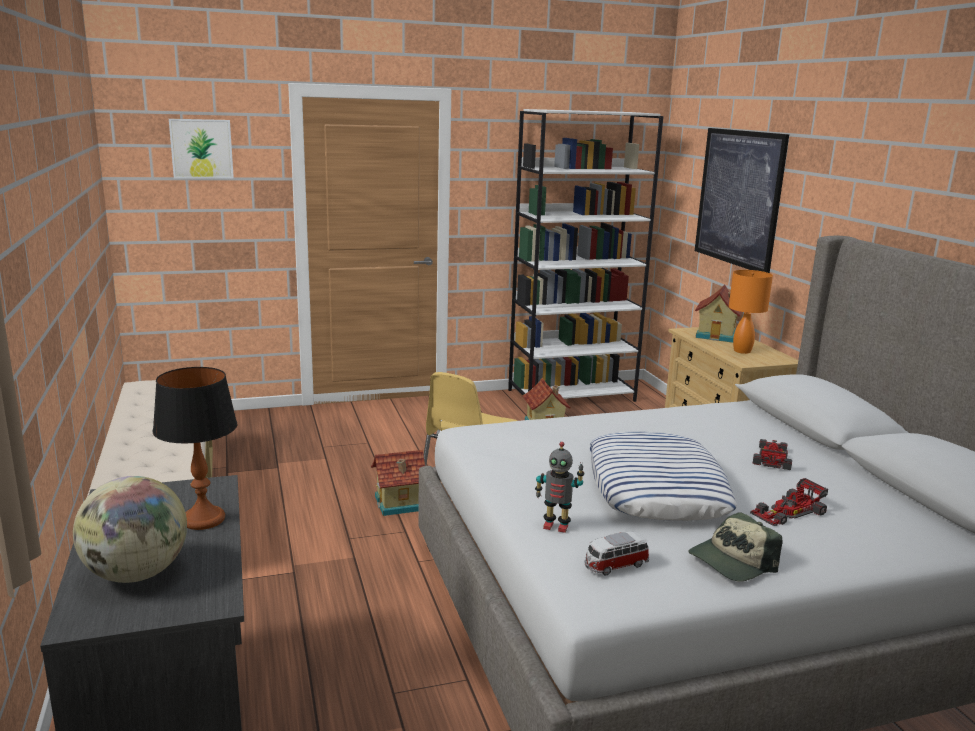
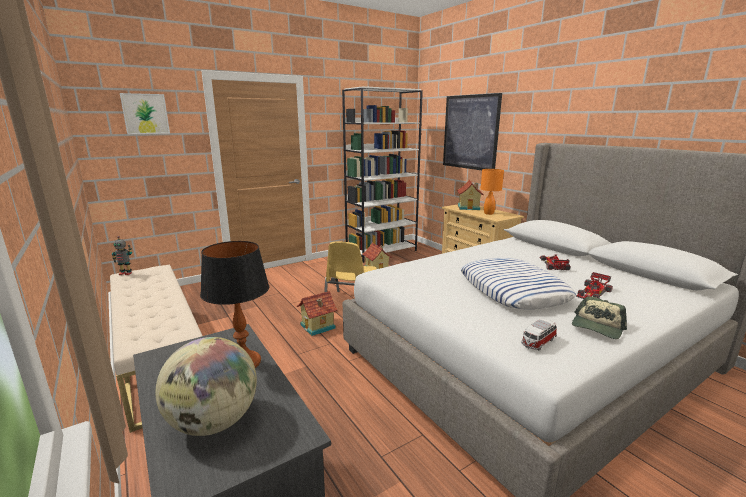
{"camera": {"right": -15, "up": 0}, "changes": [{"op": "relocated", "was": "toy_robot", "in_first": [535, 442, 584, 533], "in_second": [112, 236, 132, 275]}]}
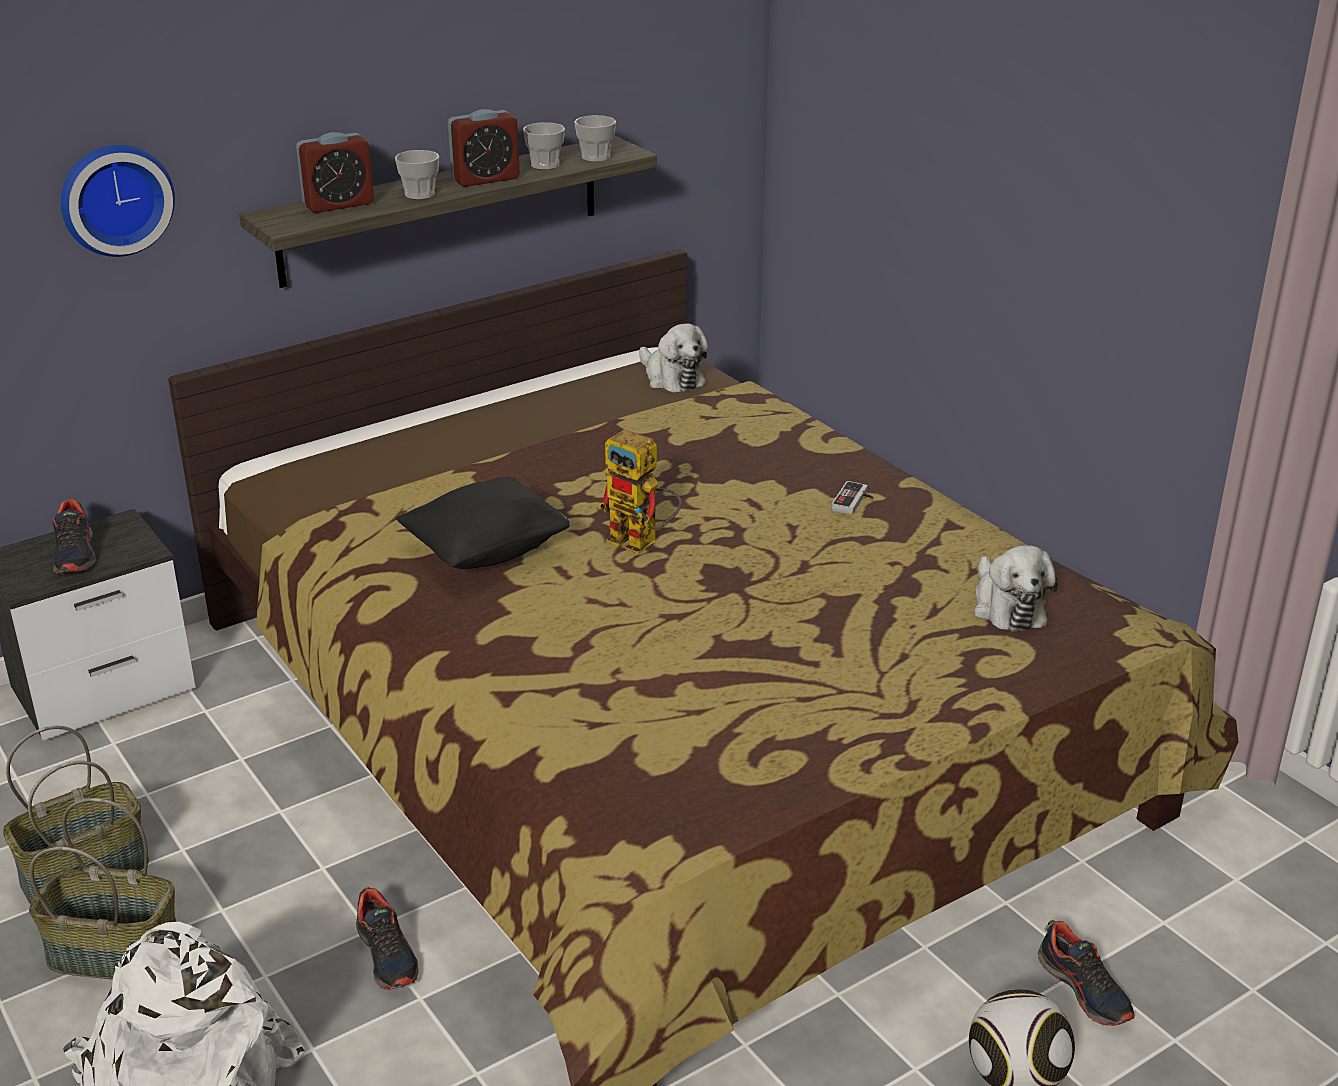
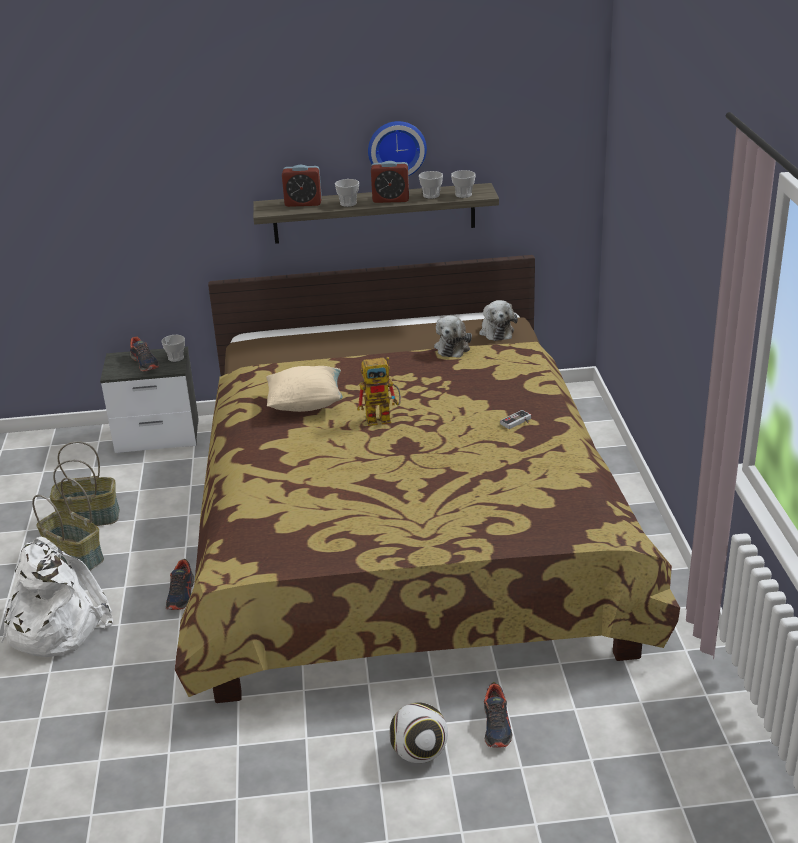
{"camera": {"right": 30, "up": 0}, "changes": [{"op": "appeared", "now": "cup", "in_second": [162, 335, 185, 362]}, {"op": "relocated", "was": "wall_clock", "in_first": [61, 145, 175, 257], "in_second": [368, 121, 427, 176]}, {"op": "relocated", "was": "plush_toy", "in_first": [973, 545, 1058, 632], "in_second": [434, 316, 472, 358]}, {"op": "colour", "was": "black_pillow", "now": "beige_pillow", "in_first": [396, 476, 572, 569], "in_second": [266, 366, 343, 412]}, {"op": "spun", "was": "shoe", "in_first": [52, 499, 96, 574], "in_second": [130, 336, 159, 372], "clockwise": -45}, {"op": "spun", "was": "toy_robot", "in_first": [598, 429, 682, 554], "in_second": [357, 357, 401, 426], "clockwise": -75}]}
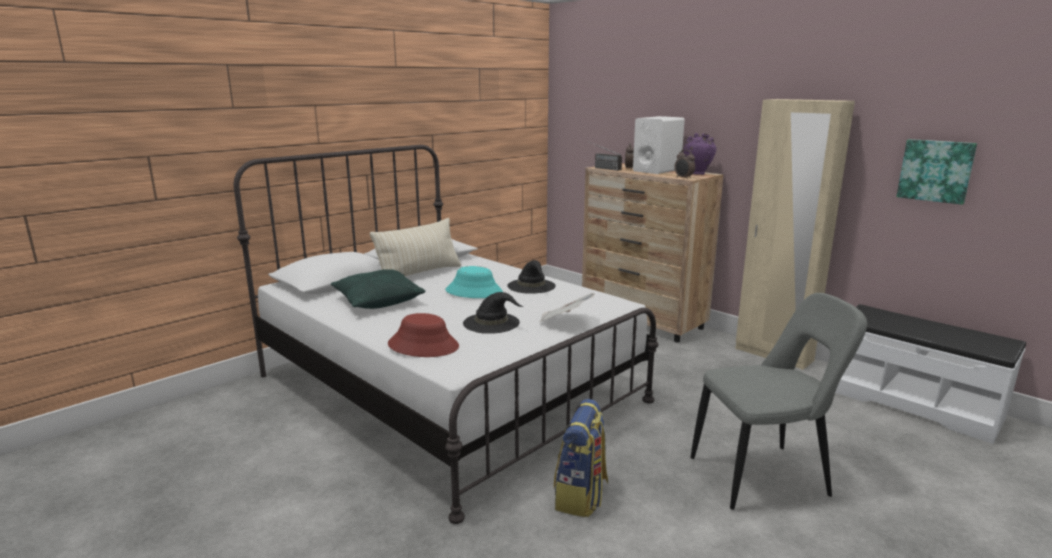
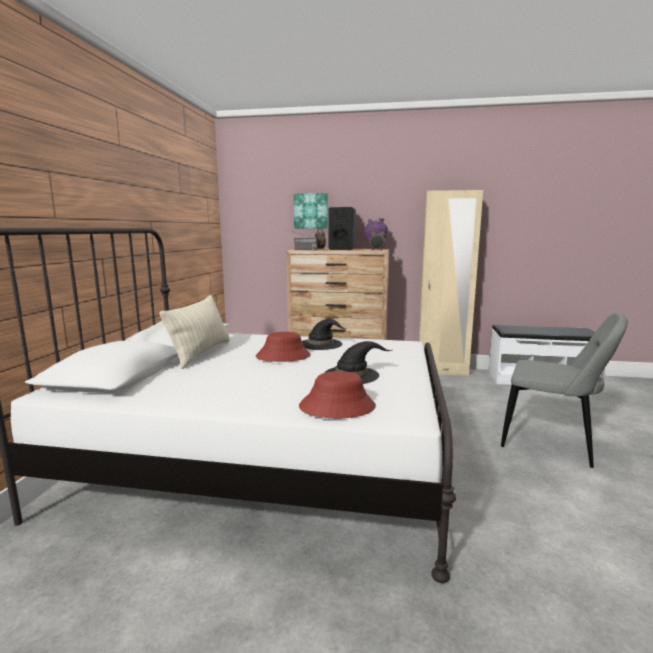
{"camera": {"right": -35, "up": -5}, "changes": [{"op": "missing", "was": "green_pillow", "in_first": [331, 269, 425, 309]}, {"op": "missing", "was": "newspaper", "in_first": [540, 292, 595, 322]}, {"op": "missing", "was": "backpack", "in_first": [554, 399, 608, 518]}, {"op": "relocated", "was": "picture", "in_first": [897, 139, 977, 205], "in_second": [294, 193, 328, 228]}, {"op": "colour", "was": "turquoise_hat", "now": "red_hat", "in_first": [445, 266, 503, 298], "in_second": [256, 332, 311, 362]}, {"op": "colour", "was": "white_speaker", "now": "black_speaker", "in_first": [633, 116, 685, 174], "in_second": [328, 207, 356, 250]}, {"op": "spun", "was": "grey_chair", "in_first": [691, 293, 867, 510], "in_second": [501, 313, 628, 468], "clockwise": 75}]}
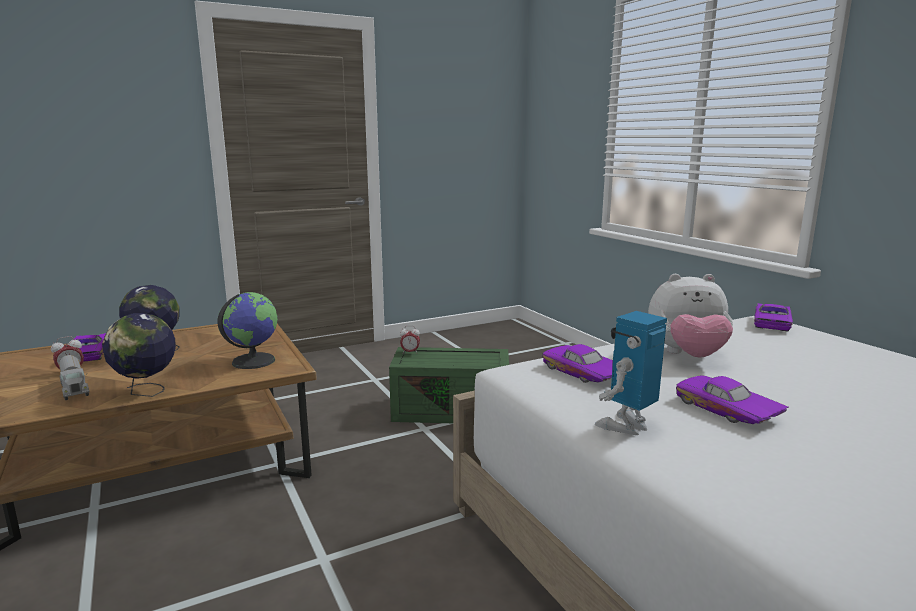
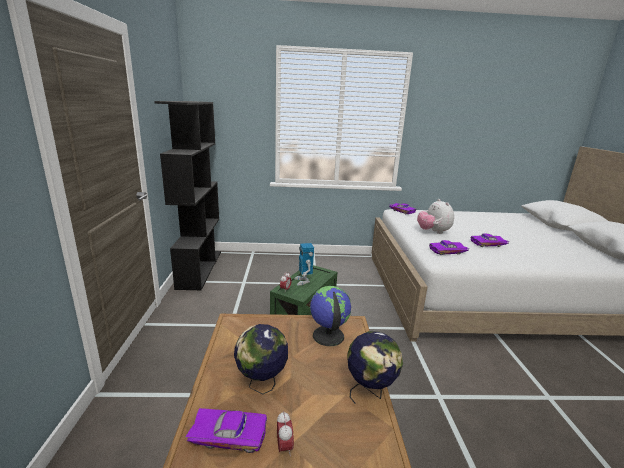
{"camera": {"right": -65, "up": 5}, "changes": [{"op": "missing", "was": "toy_truck", "in_first": [59, 355, 89, 400]}, {"op": "appeared", "now": "black_bookcase", "in_second": [154, 101, 221, 290]}, {"op": "relocated", "was": "toy_robot", "in_first": [595, 311, 667, 435], "in_second": [294, 243, 314, 285]}, {"op": "spun", "was": "plush_toy", "in_first": [648, 274, 733, 358], "in_second": [417, 199, 454, 234], "clockwise": 135}]}
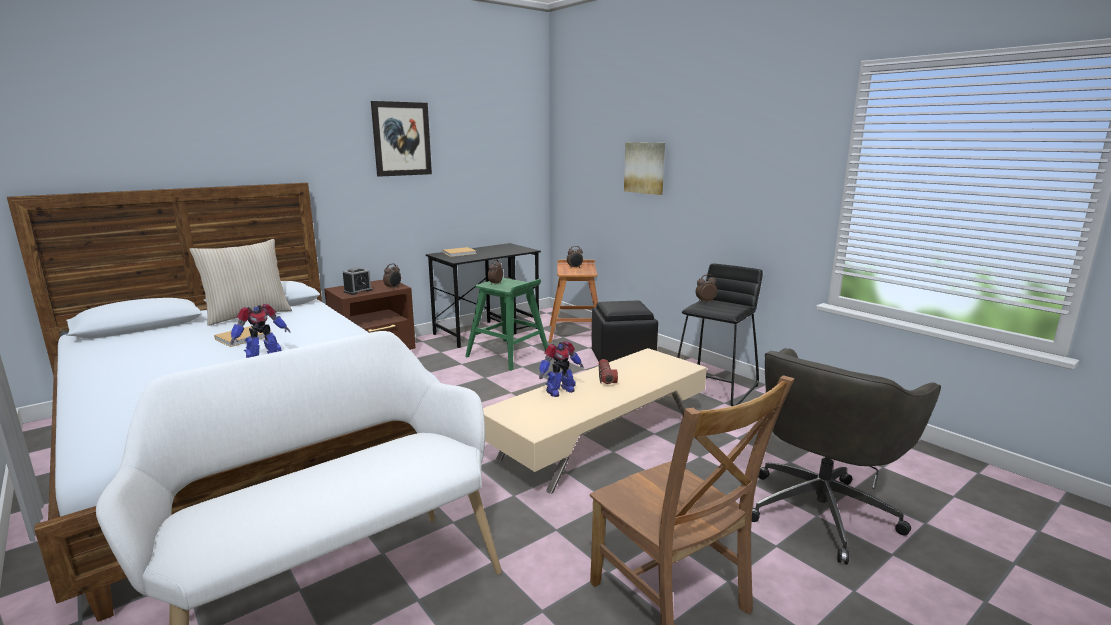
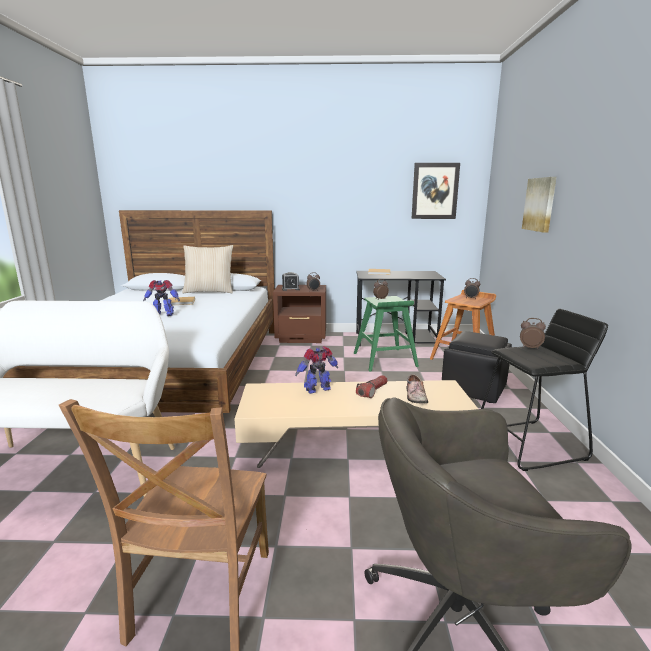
{"camera": {"right": 40, "up": 0}, "changes": [{"op": "appeared", "now": "shoe", "in_second": [407, 374, 428, 404]}, {"op": "relocated", "was": "picture", "in_first": [371, 101, 432, 177], "in_second": [412, 163, 460, 219]}, {"op": "spun", "was": "toy_robot", "in_first": [539, 341, 584, 397], "in_second": [295, 346, 338, 394], "clockwise": 150}]}
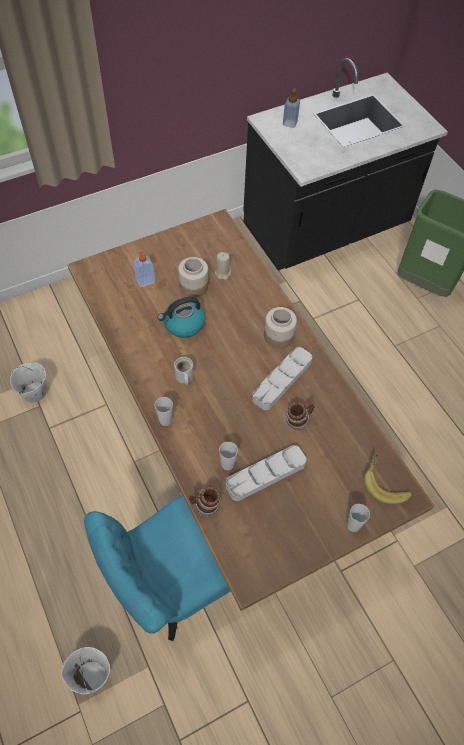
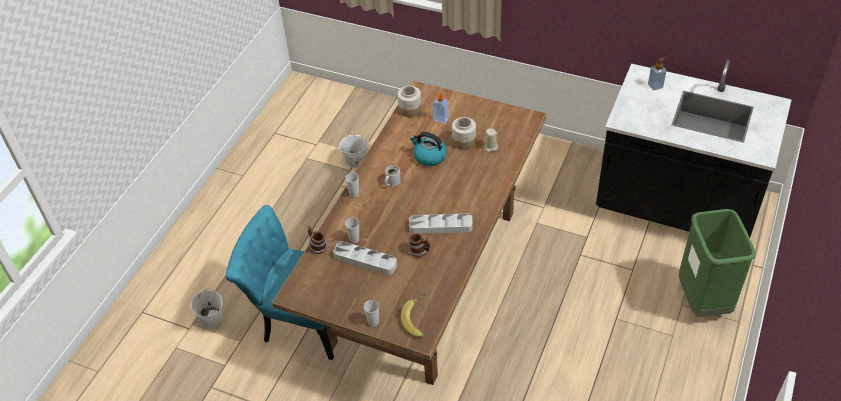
{"camera": {"right": 55, "up": -10}, "changes": [{"op": "relocated", "was": "jar", "in_first": [264, 307, 297, 348], "in_second": [398, 86, 422, 117]}]}
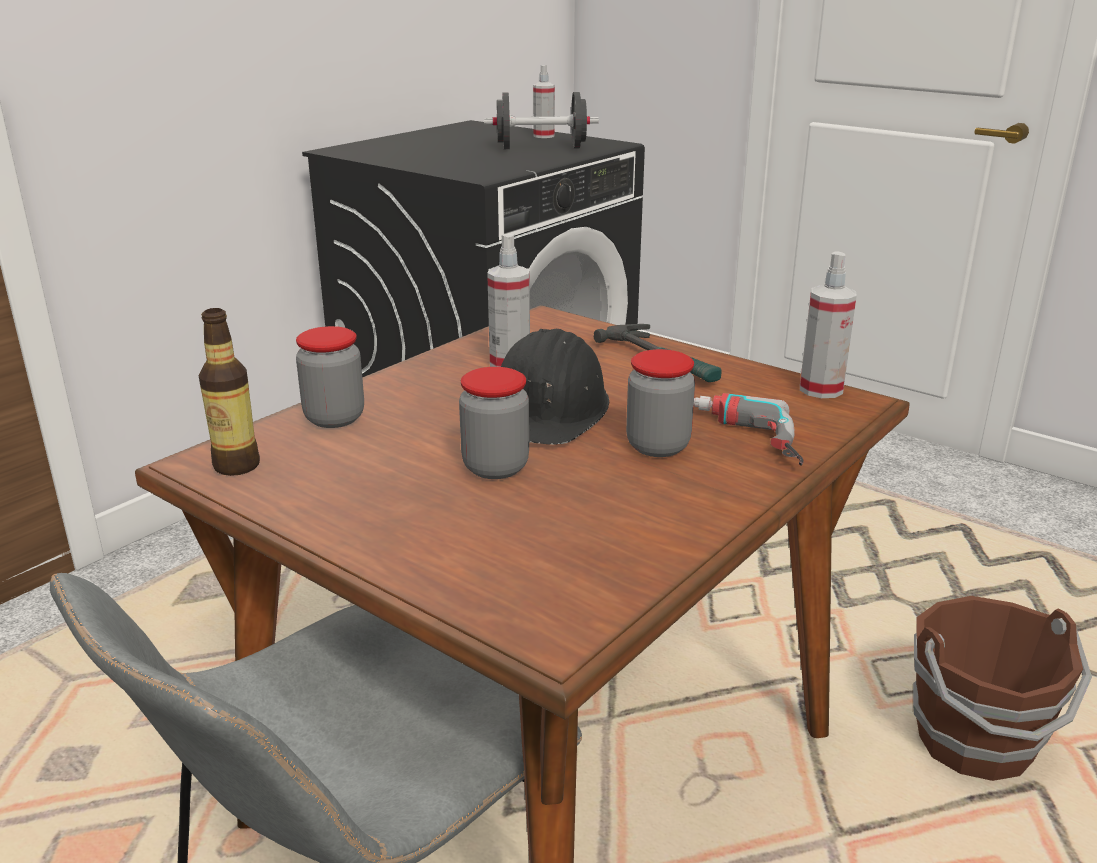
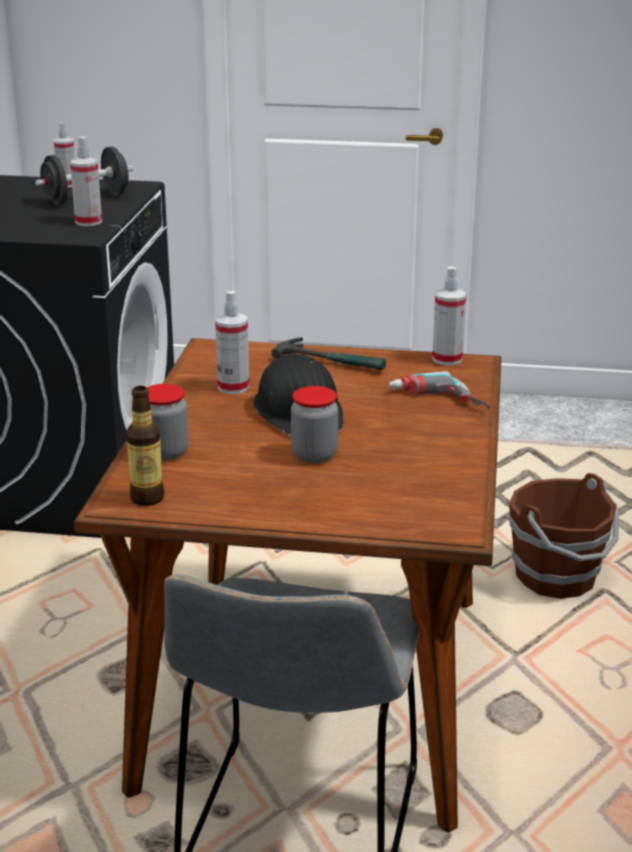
{"camera": {"right": -30, "up": 0}, "changes": [{"op": "missing", "was": "jar", "in_first": [626, 349, 695, 457]}, {"op": "appeared", "now": "spray_bottle", "in_second": [70, 136, 102, 226]}]}
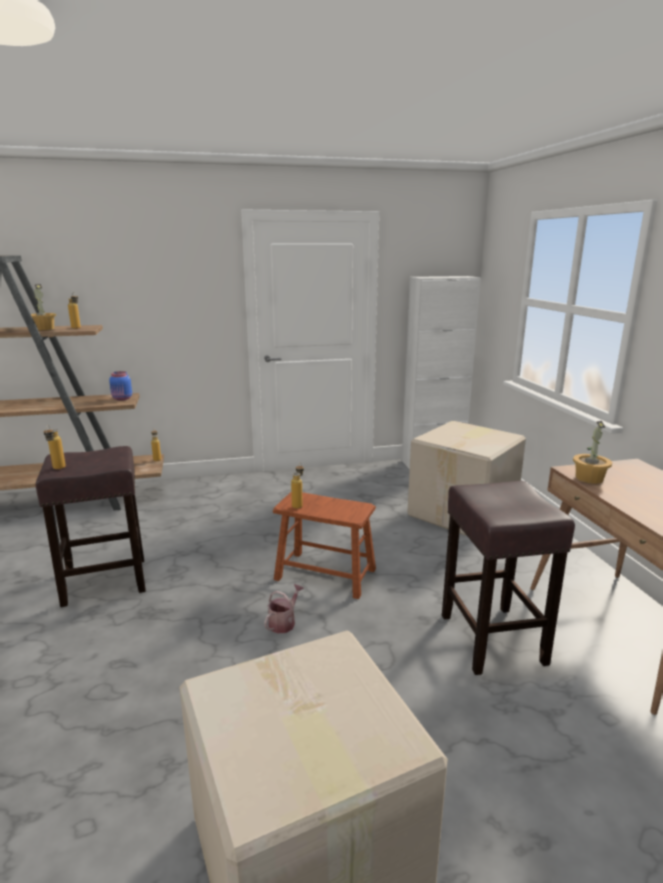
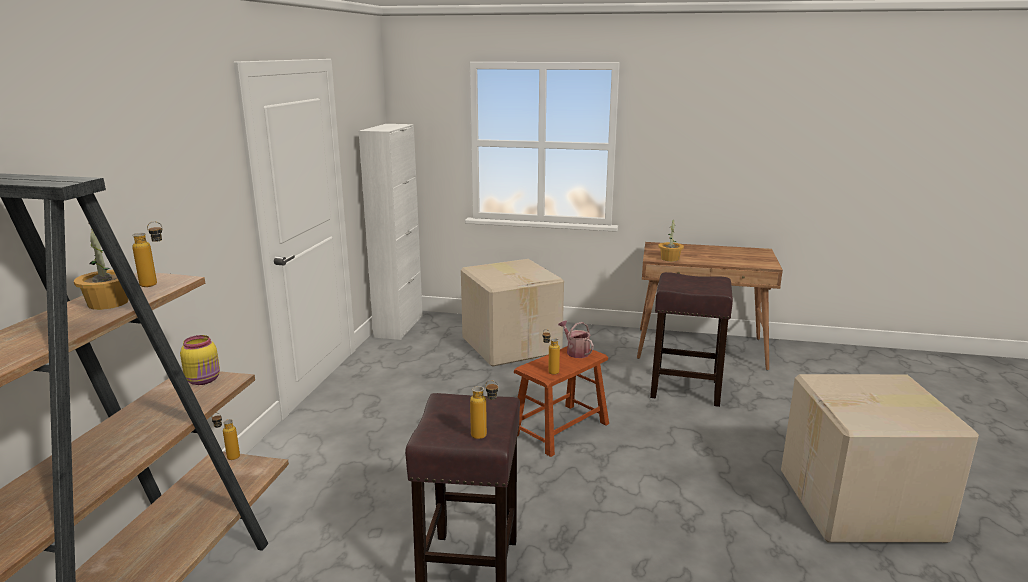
{"camera": {"right": -65, "up": 0}, "changes": [{"op": "relocated", "was": "watering_can", "in_first": [264, 584, 304, 633], "in_second": [558, 320, 594, 358]}, {"op": "colour", "was": "blue_jar", "now": "yellow_jar", "in_first": [109, 371, 132, 401], "in_second": [180, 335, 220, 385]}]}
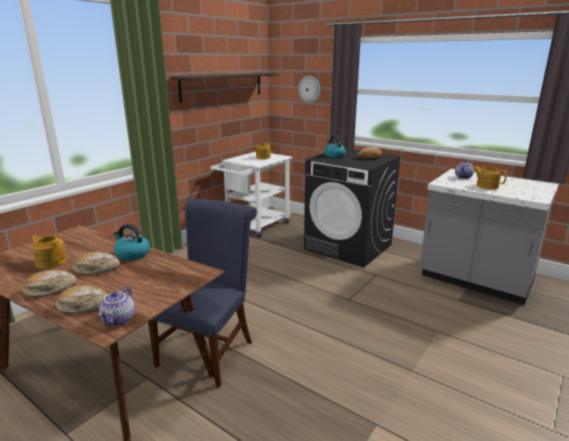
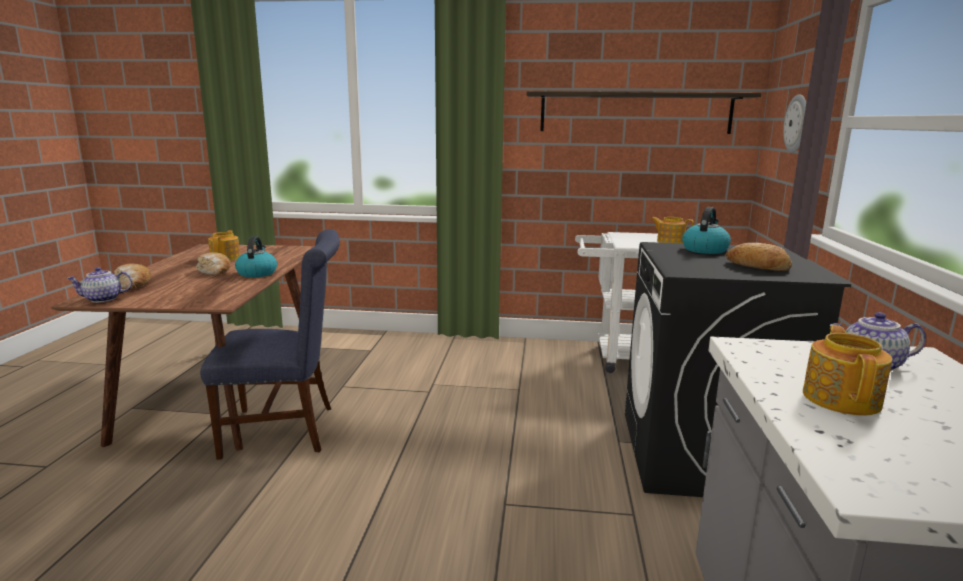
{"camera": {"right": 60, "up": -5}, "changes": [{"op": "missing", "was": "bread", "in_first": [22, 270, 77, 298]}]}
